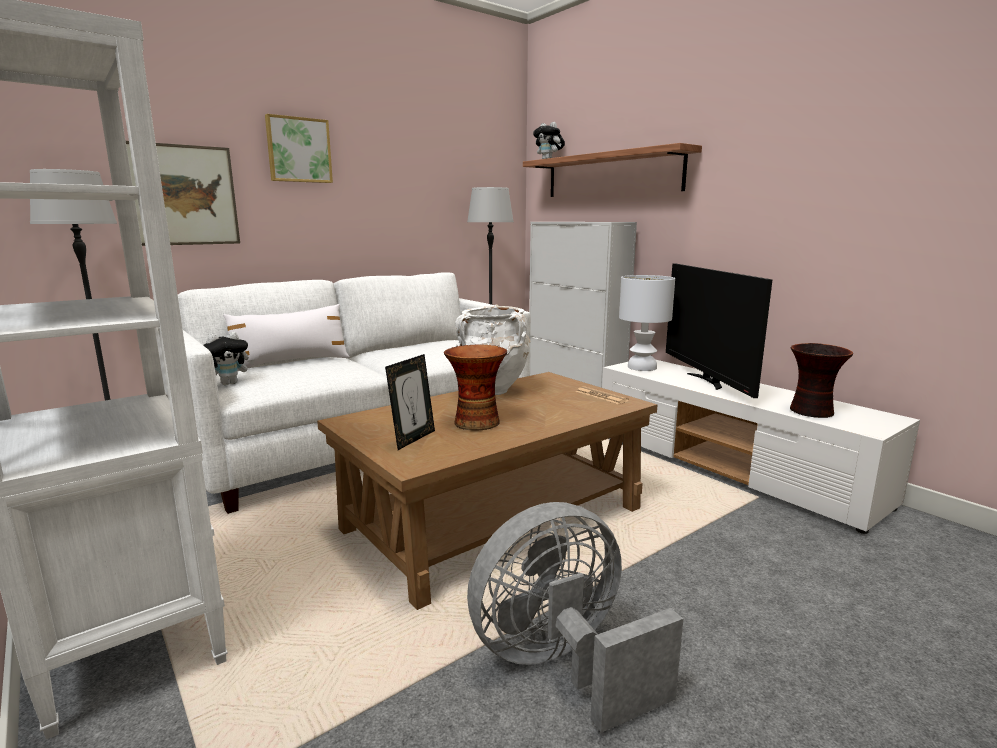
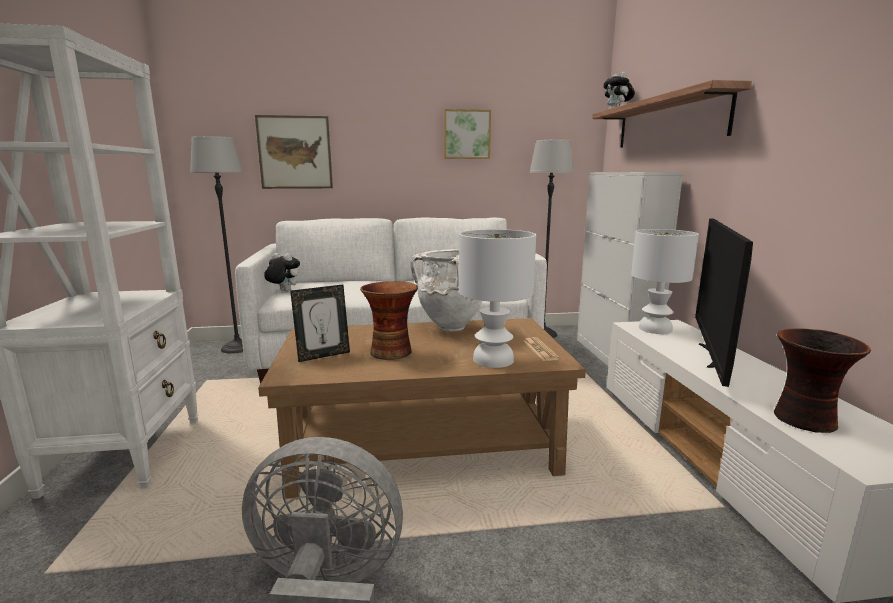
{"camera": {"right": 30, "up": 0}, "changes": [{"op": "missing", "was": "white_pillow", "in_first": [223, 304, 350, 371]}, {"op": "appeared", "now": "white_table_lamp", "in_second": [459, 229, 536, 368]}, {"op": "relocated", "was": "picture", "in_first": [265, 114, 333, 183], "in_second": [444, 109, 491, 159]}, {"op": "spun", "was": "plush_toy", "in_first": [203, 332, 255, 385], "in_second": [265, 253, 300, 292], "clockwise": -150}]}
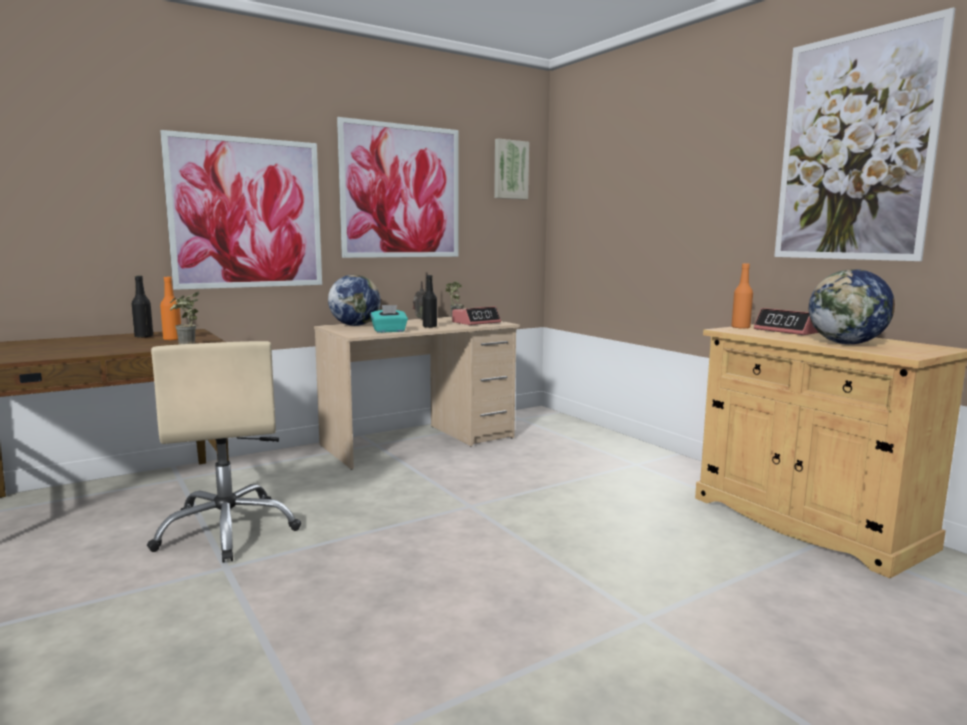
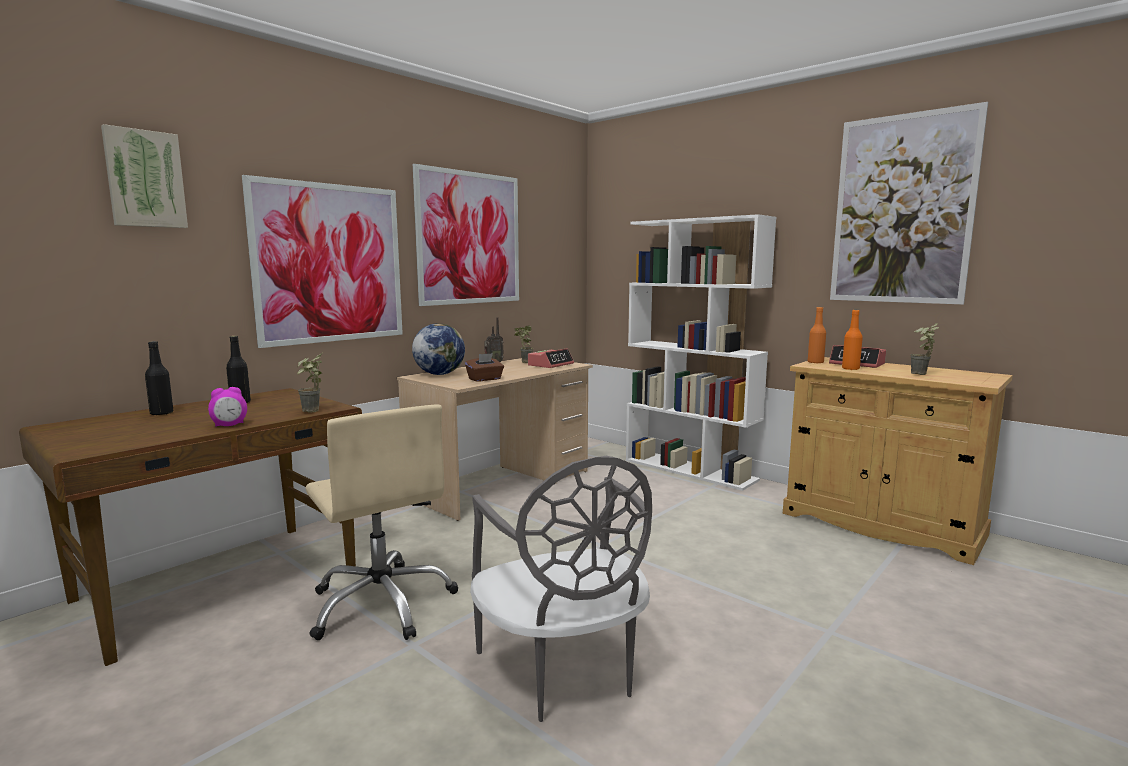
{"camera": {"right": -15, "up": 0}, "changes": [{"op": "appeared", "now": "alarm_clock", "in_second": [208, 387, 247, 427]}, {"op": "appeared", "now": "grey_chair", "in_second": [470, 456, 652, 722]}, {"op": "appeared", "now": "white_bookcase", "in_second": [626, 214, 776, 491]}, {"op": "relocated", "was": "orange_bottle", "in_first": [160, 277, 181, 340], "in_second": [842, 310, 863, 370]}, {"op": "relocated", "was": "black_bottle", "in_first": [422, 275, 437, 328], "in_second": [145, 341, 174, 415]}, {"op": "relocated", "was": "picture", "in_first": [494, 138, 529, 199], "in_second": [101, 124, 188, 228]}, {"op": "exchanged", "was": "globe", "now": "potted_plant", "in_first": [809, 269, 895, 344], "in_second": [910, 323, 940, 375]}, {"op": "colour", "was": "turquoise_tissue_box", "now": "brown_tissue_box", "in_first": [370, 305, 408, 333], "in_second": [465, 353, 504, 382]}]}
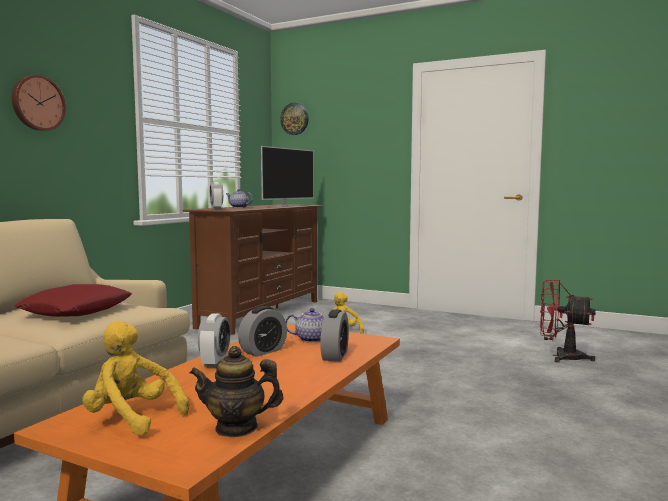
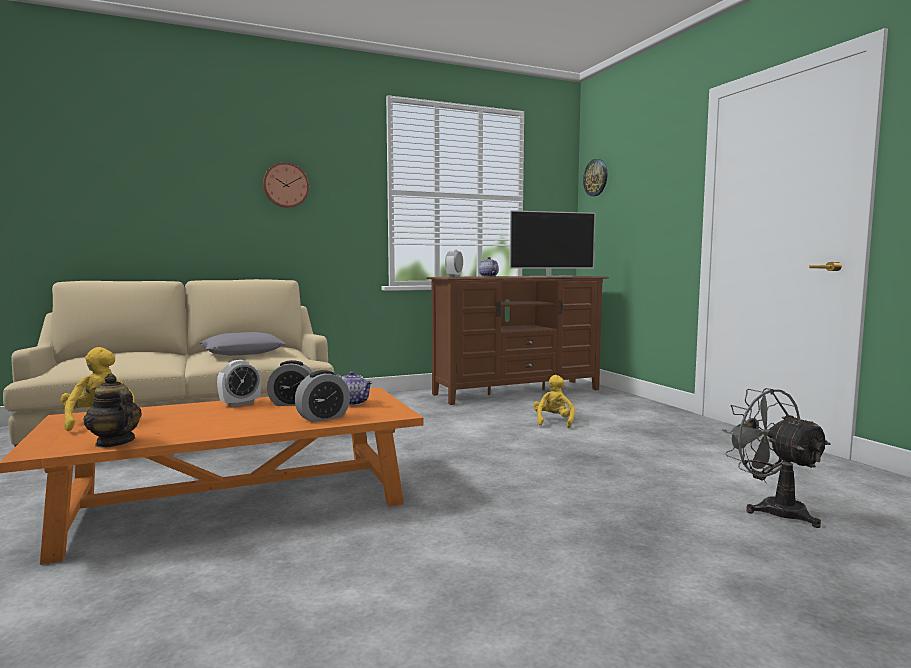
{"camera": {"right": 40, "up": 0}, "changes": [{"op": "colour", "was": "red_pillow", "now": "grey_pillow", "in_first": [14, 284, 132, 317], "in_second": [200, 332, 286, 356]}, {"op": "colour", "was": "red_fan", "now": "grey_fan", "in_first": [540, 280, 596, 362], "in_second": [722, 388, 831, 528]}]}
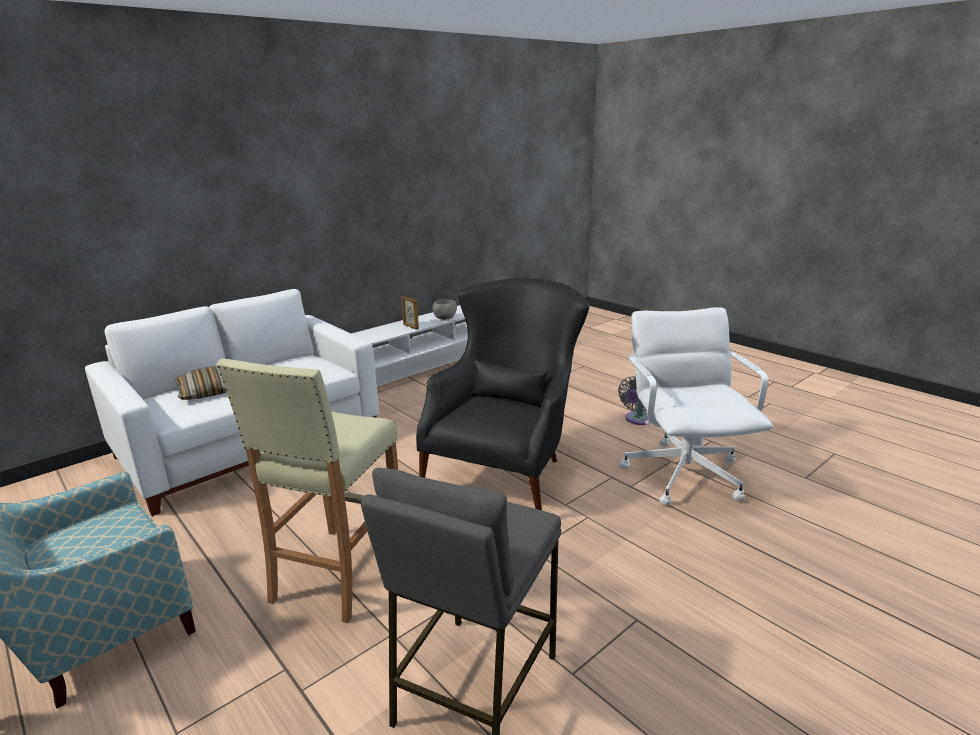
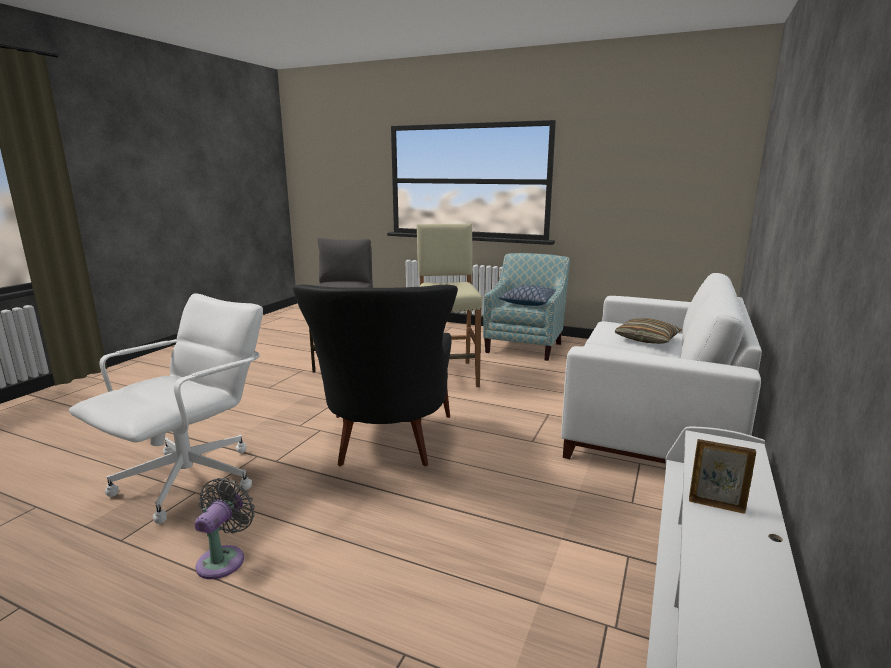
{"camera": {"right": 155, "up": -5}, "changes": [{"op": "missing", "was": "grey_bowl", "in_first": [432, 300, 457, 320]}, {"op": "appeared", "now": "pillow", "in_second": [499, 285, 556, 306]}, {"op": "spun", "was": "white_office_chair", "in_first": [619, 307, 773, 505], "in_second": [69, 294, 263, 524], "clockwise": -120}]}
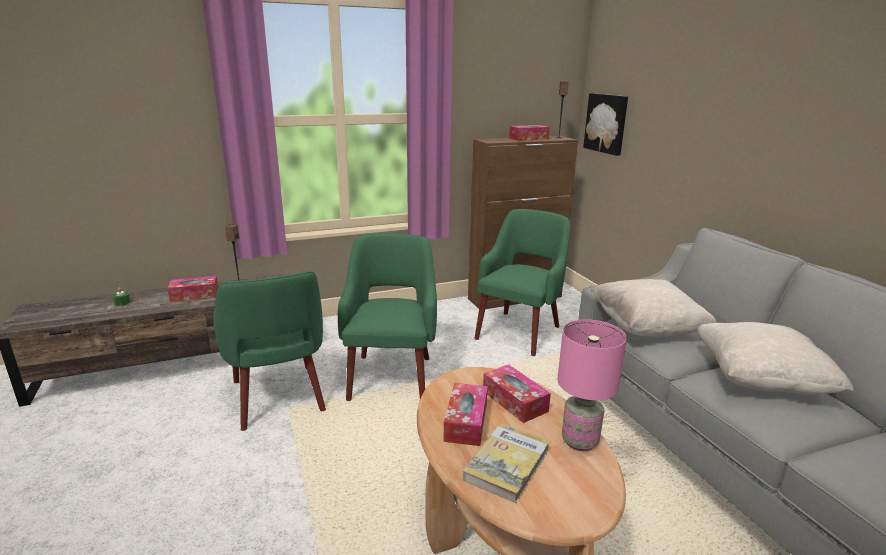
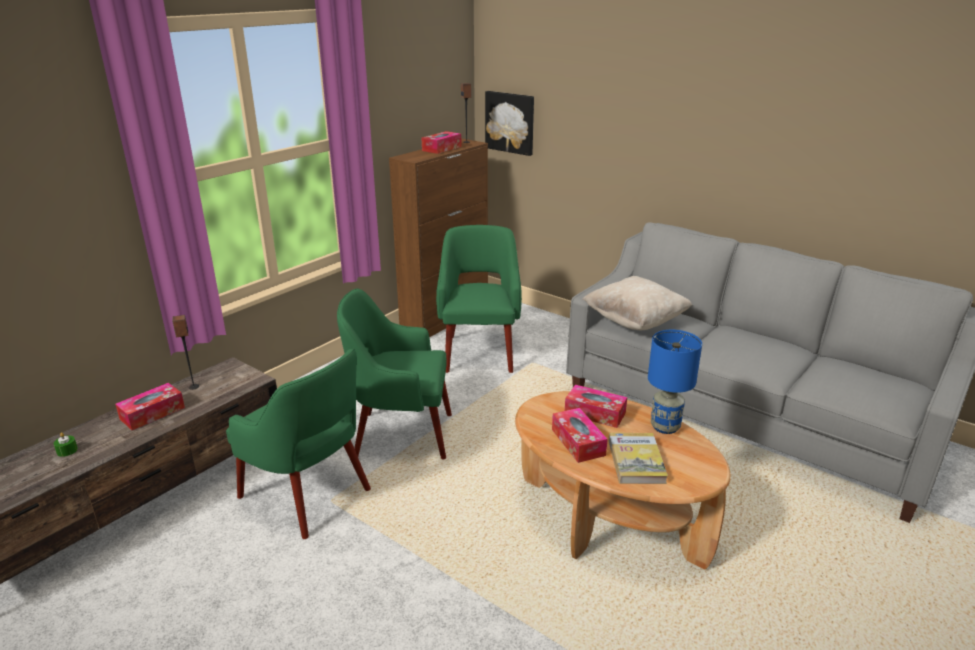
{"camera": {"right": -30, "up": 5}, "changes": [{"op": "missing", "was": "beige_pillow", "in_first": [697, 322, 854, 395]}, {"op": "colour", "was": "pink_table_lamp", "now": "blue_table_lamp", "in_first": [557, 319, 627, 451], "in_second": [648, 330, 702, 434]}, {"op": "spun", "was": "green_armchair", "in_first": [338, 233, 437, 401], "in_second": [337, 288, 452, 459], "clockwise": -60}]}
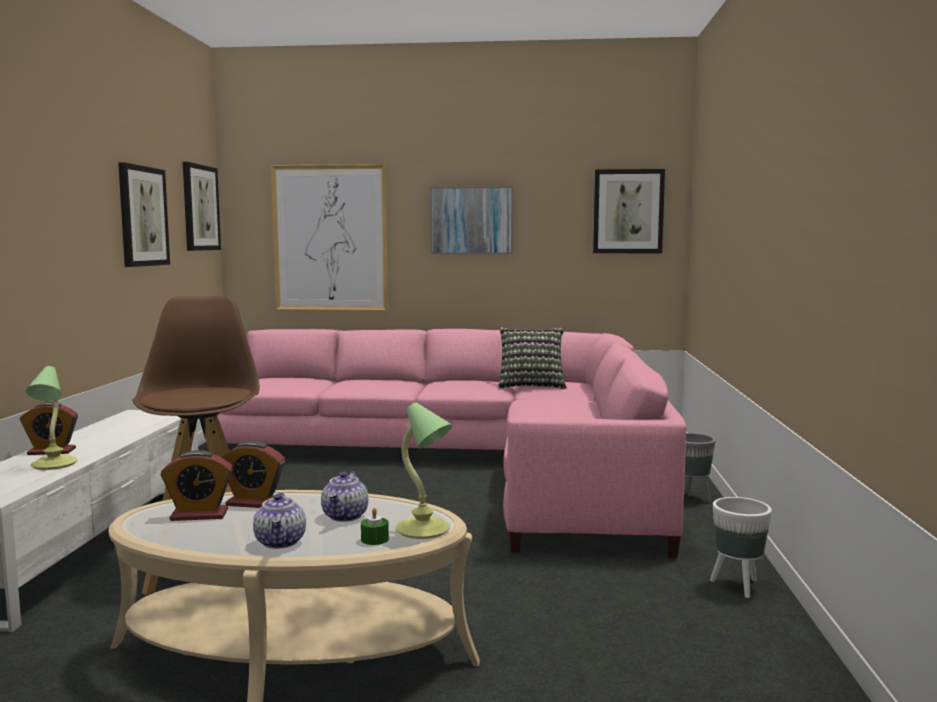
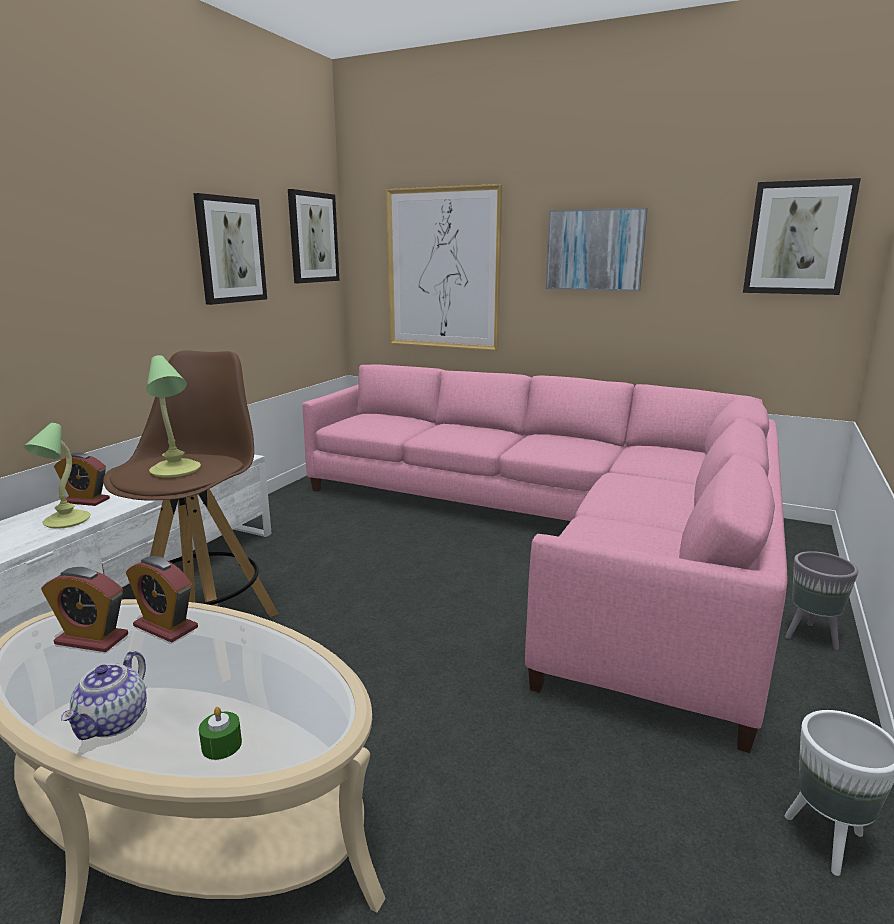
{"camera": {"right": 20, "up": 10}, "changes": [{"op": "missing", "was": "teapot", "in_first": [321, 472, 368, 522]}, {"op": "missing", "was": "pillow", "in_first": [498, 327, 567, 389]}, {"op": "relocated", "was": "table_lamp", "in_first": [396, 403, 453, 539], "in_second": [146, 355, 201, 478]}]}
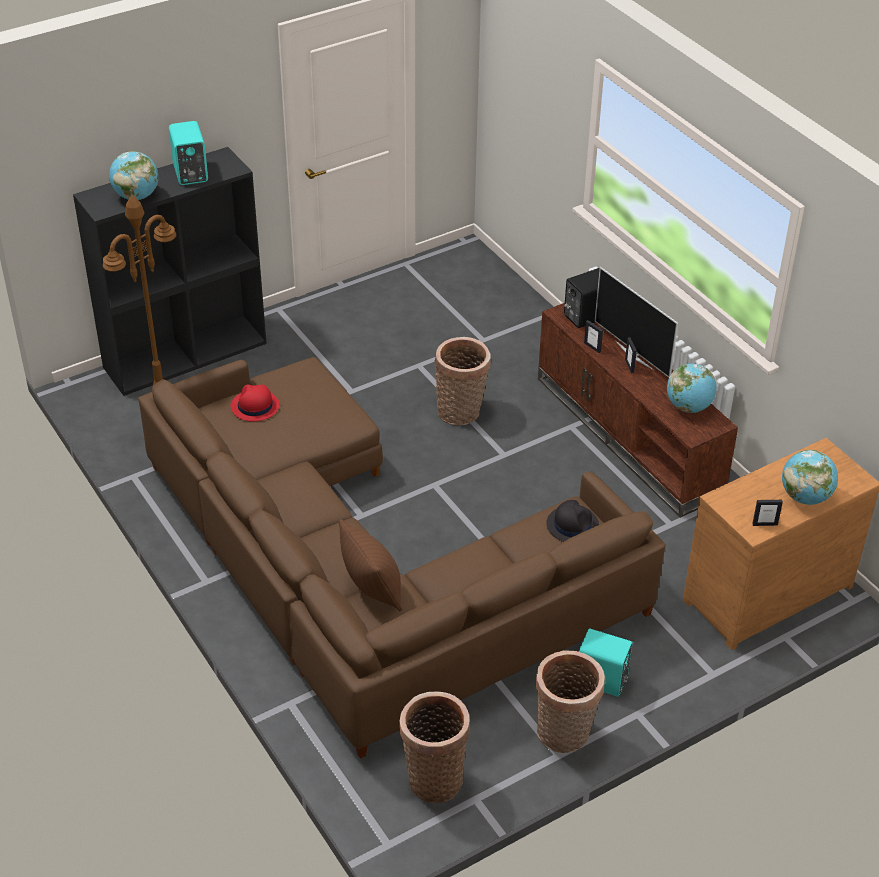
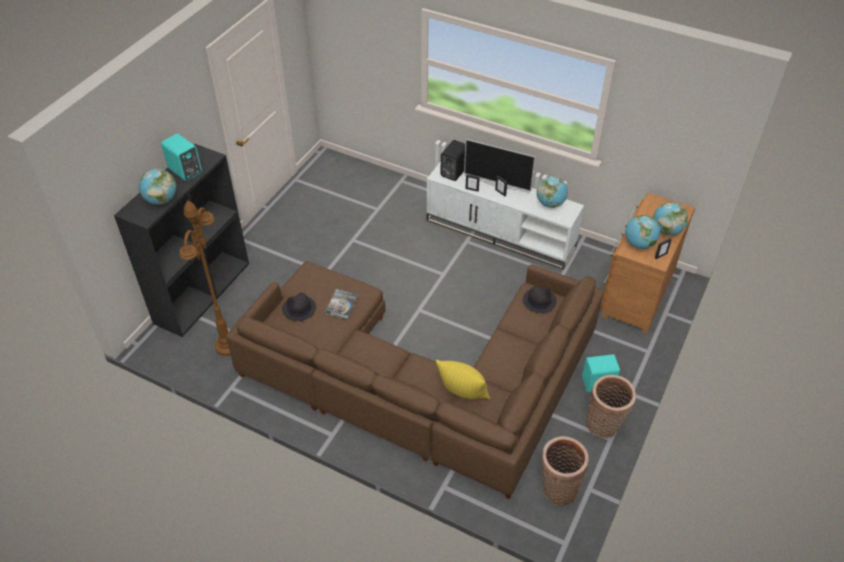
{"camera": {"right": -30, "up": 5}, "changes": [{"op": "missing", "was": "basket", "in_first": [435, 337, 491, 425]}, {"op": "appeared", "now": "book", "in_second": [324, 289, 359, 319]}, {"op": "appeared", "now": "globe", "in_second": [625, 215, 660, 249]}, {"op": "colour", "was": "red_hat", "now": "black_hat", "in_first": [230, 385, 280, 421], "in_second": [282, 293, 316, 321]}, {"op": "colour", "was": "brown_pillow", "now": "yellow_pillow", "in_first": [339, 519, 402, 611], "in_second": [436, 360, 490, 399]}, {"op": "colour", "was": "brown_tv_stand", "now": "white_tv_stand", "in_first": [538, 303, 738, 518], "in_second": [427, 161, 584, 270]}]}
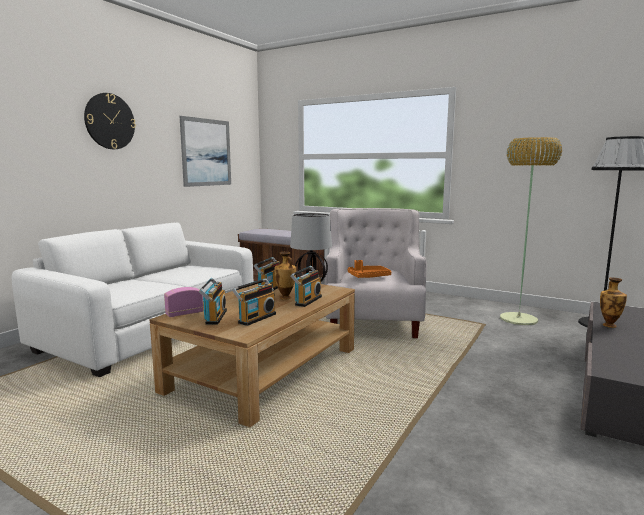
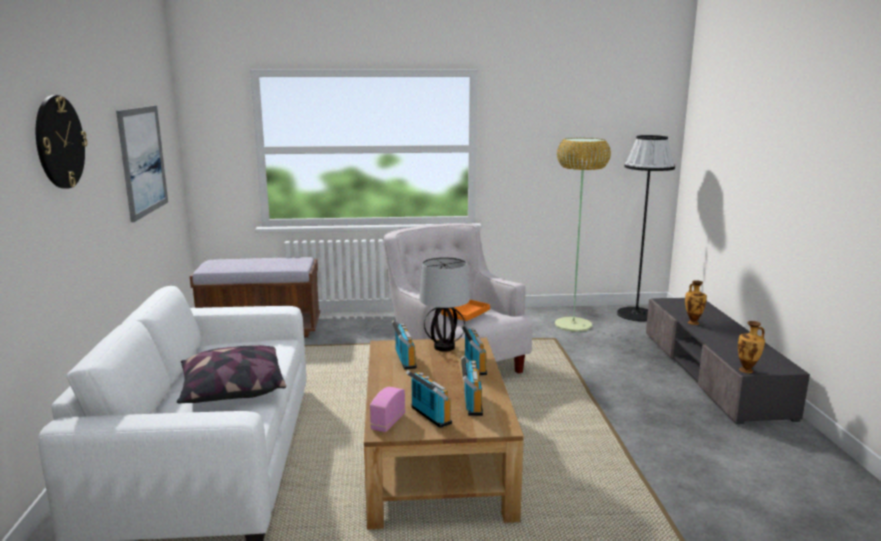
{"camera": {"right": -35, "up": 5}, "changes": [{"op": "appeared", "now": "pillow", "in_second": [177, 345, 286, 403]}, {"op": "relocated", "was": "vase", "in_first": [274, 252, 296, 300], "in_second": [738, 321, 765, 373]}]}
